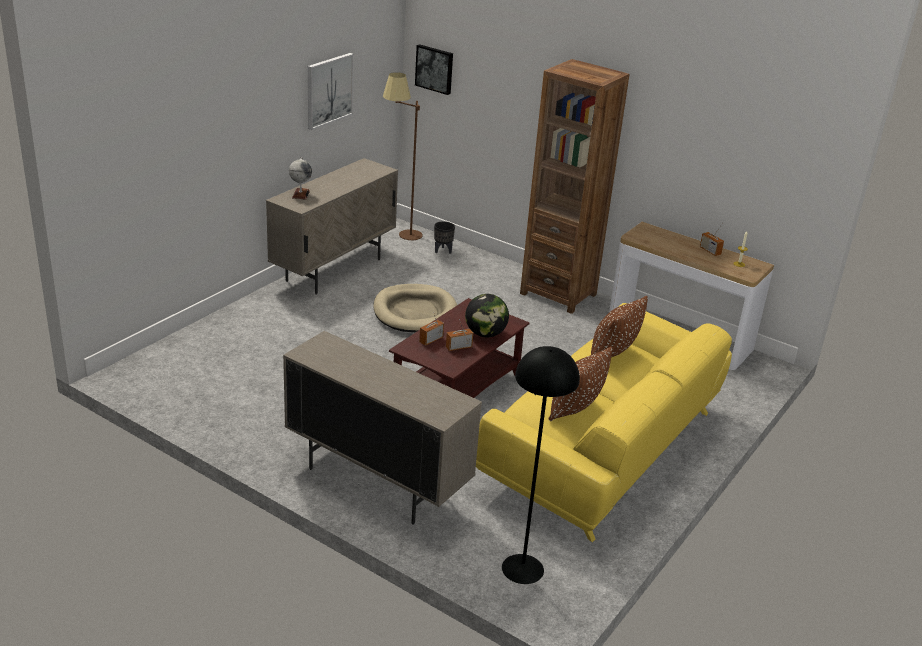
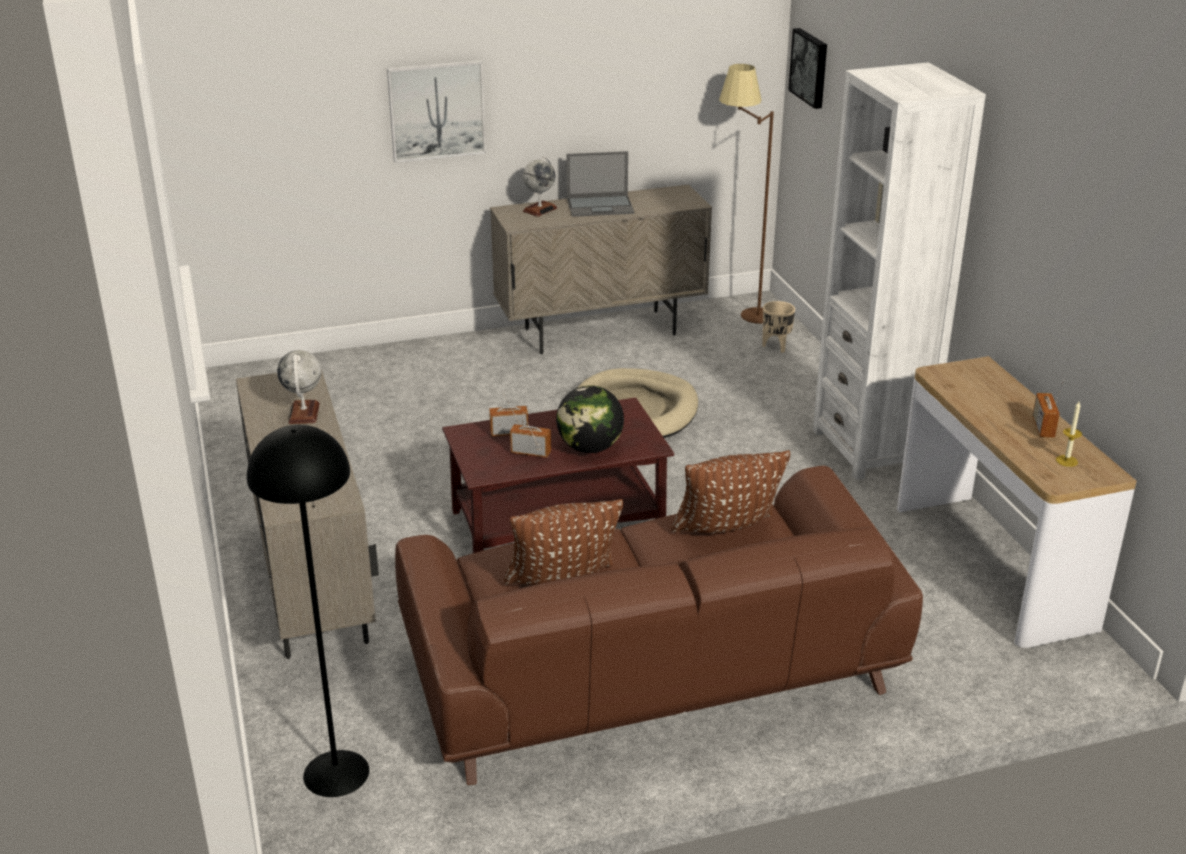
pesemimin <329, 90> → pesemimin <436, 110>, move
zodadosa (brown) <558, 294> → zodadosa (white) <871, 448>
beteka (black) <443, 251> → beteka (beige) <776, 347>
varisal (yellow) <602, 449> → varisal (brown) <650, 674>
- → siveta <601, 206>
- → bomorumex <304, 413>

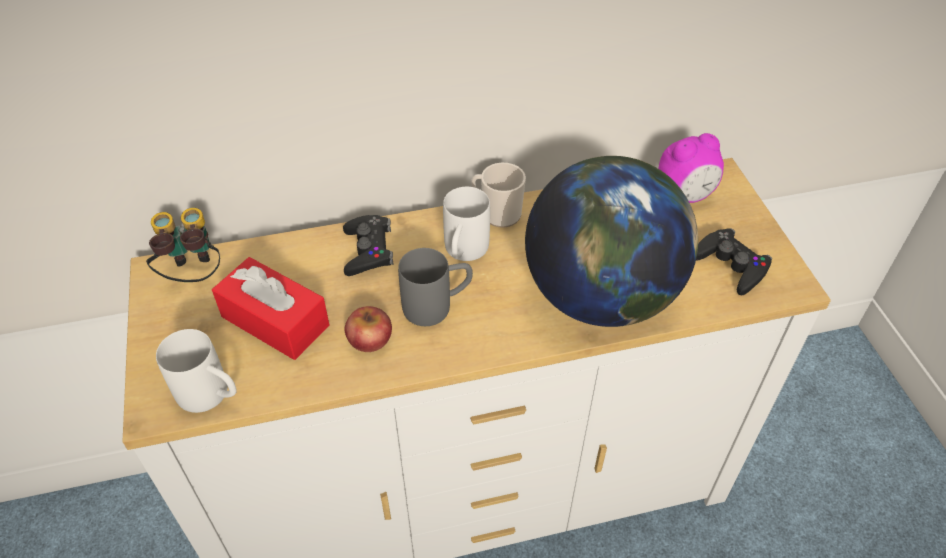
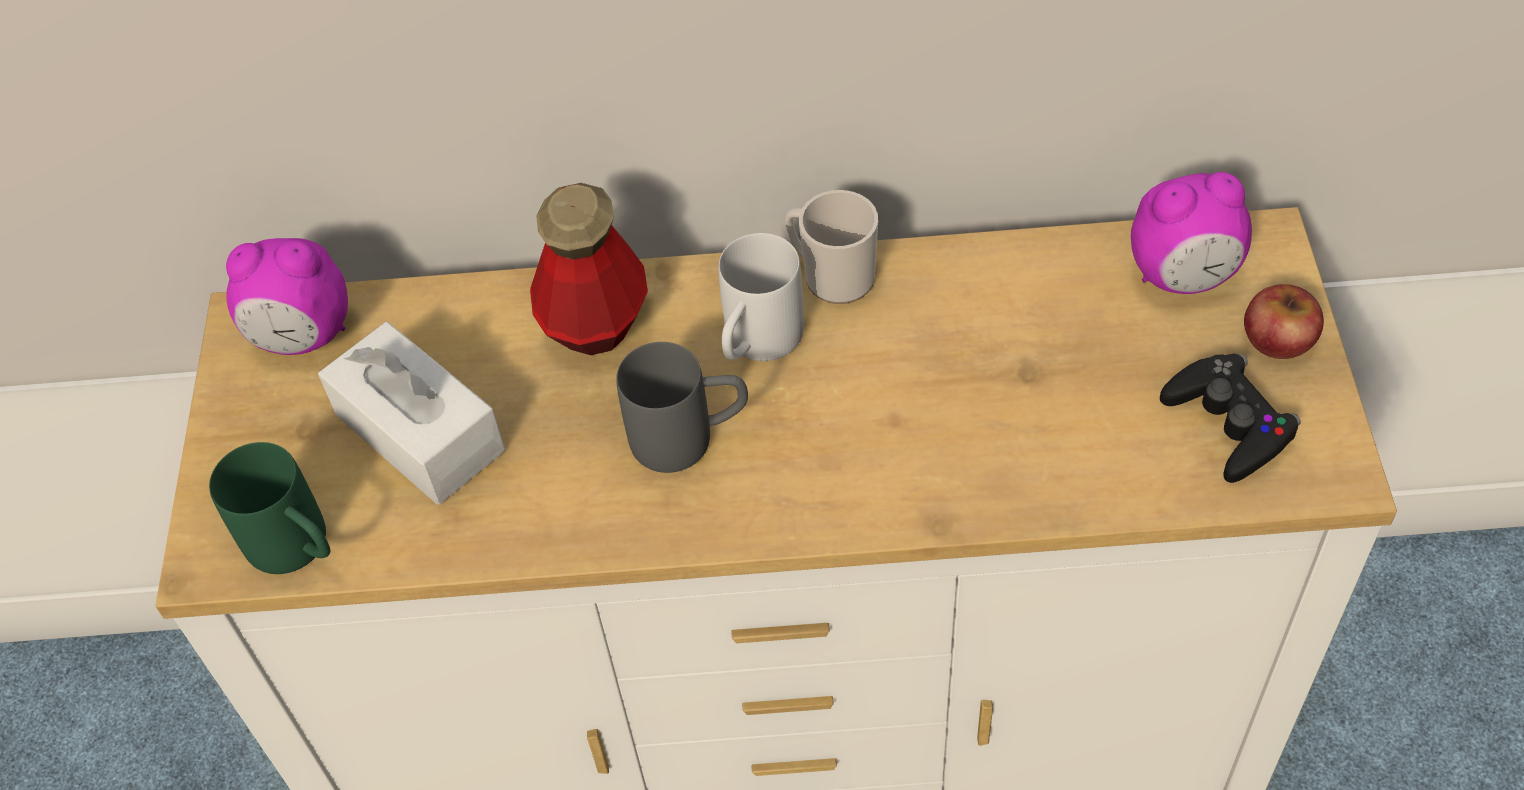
bomorumex <601, 295> → -
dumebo <193, 275> → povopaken <303, 336>
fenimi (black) <368, 250> → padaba <595, 322>
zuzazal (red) <275, 321> → zuzazal (white) <420, 433>
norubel <370, 339> → norubel <1278, 338>, move
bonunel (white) <212, 396> → bonunel (green) <299, 550>

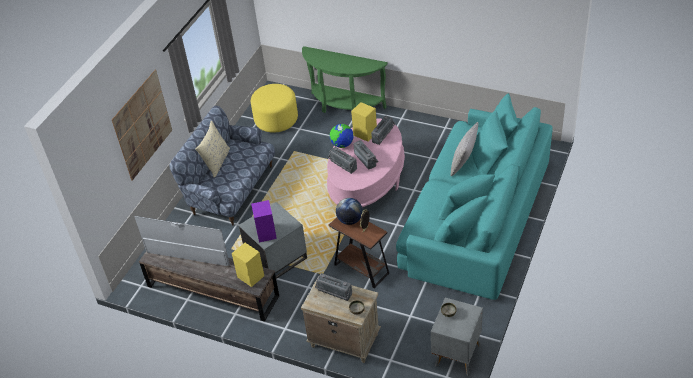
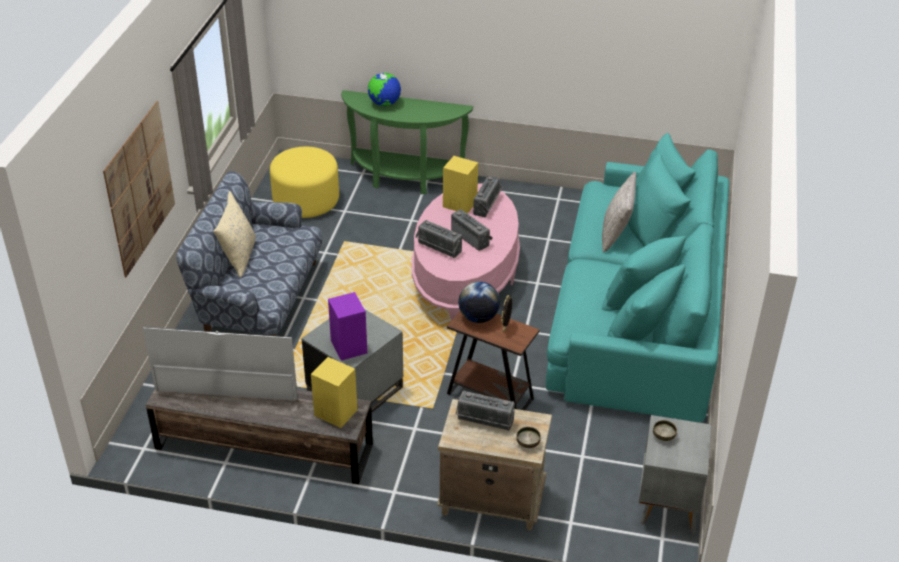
bomorumex <342, 144> → bomorumex <384, 104>, move

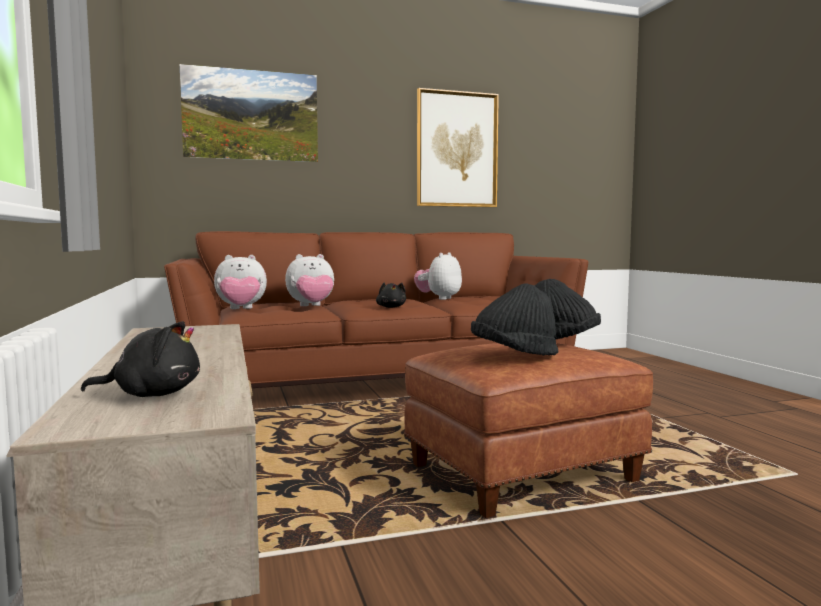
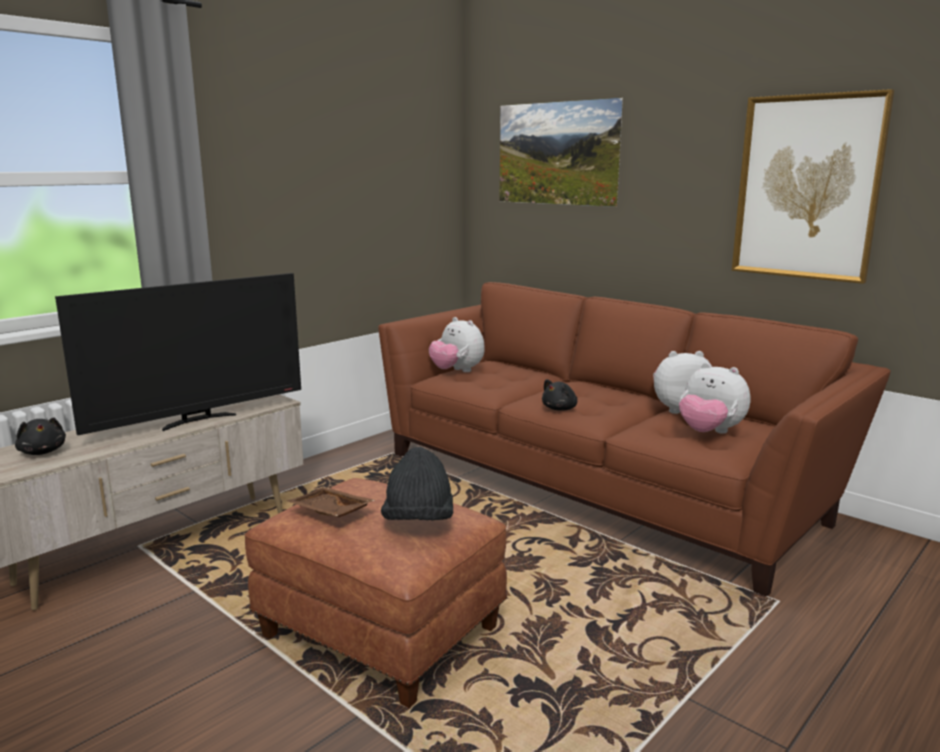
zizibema <311, 306> → zizibema <709, 432>, move
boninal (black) <514, 355> → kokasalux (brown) <329, 512>
- → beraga <198, 420>

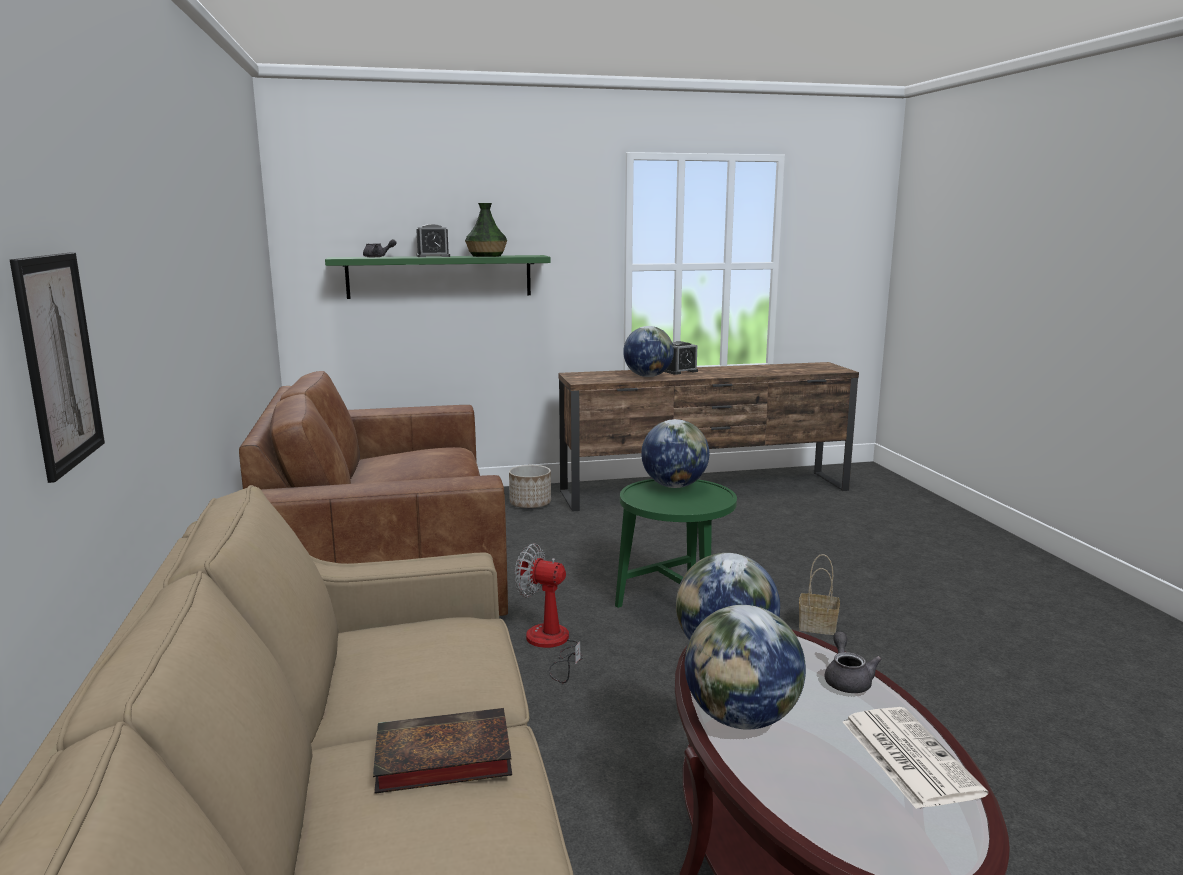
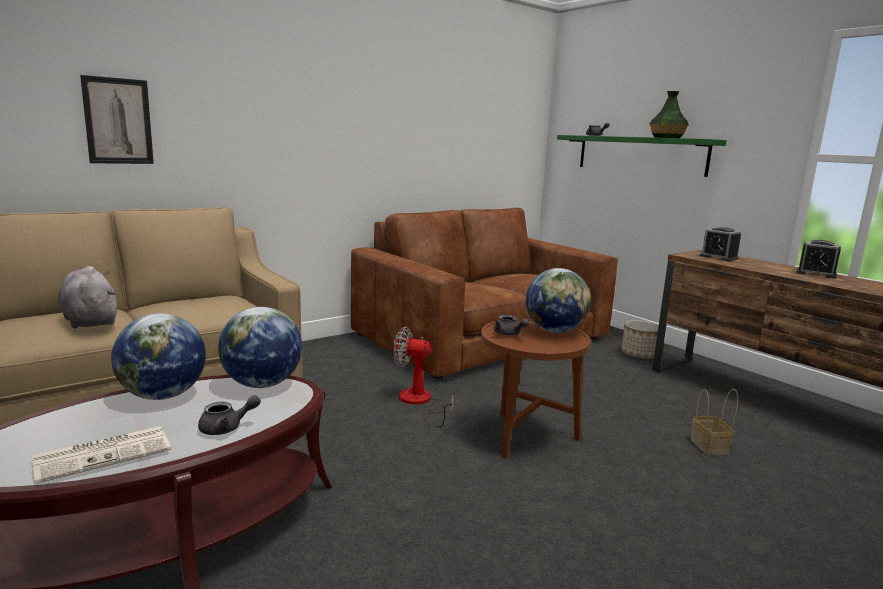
povopaken <433, 256> → povopaken <718, 257>, move
bomorumex <648, 376> → -
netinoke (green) <674, 607> → netinoke (brown) <526, 438>
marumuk <551, 645> → marumuk <419, 402>, 75 degrees counterclockwise
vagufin <819, 626> → vagufin <710, 446>, move
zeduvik <439, 759> → zizibema (grey) <90, 321>
- → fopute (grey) <509, 334>

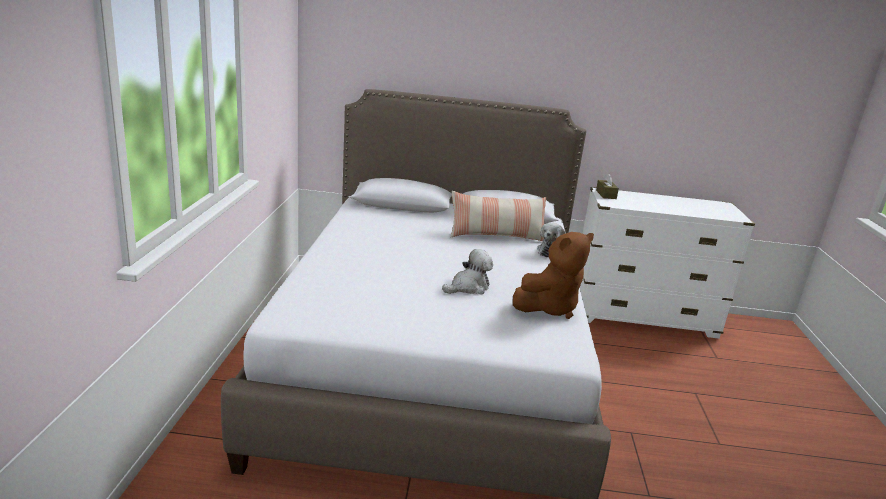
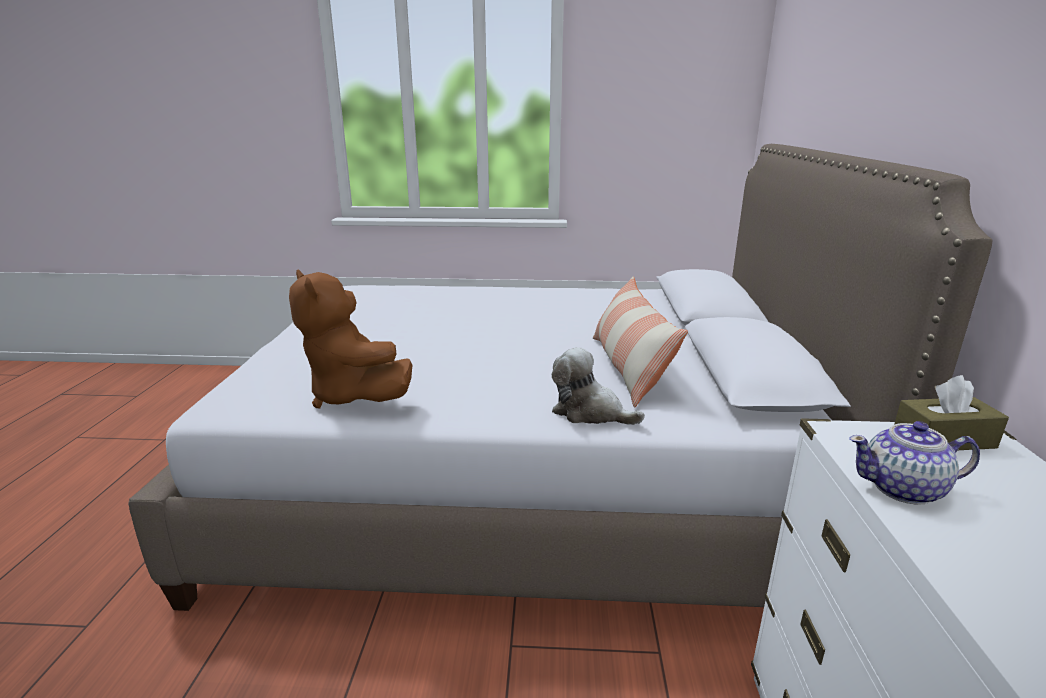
zizibema <468, 287> → -
- → fopute <904, 489>

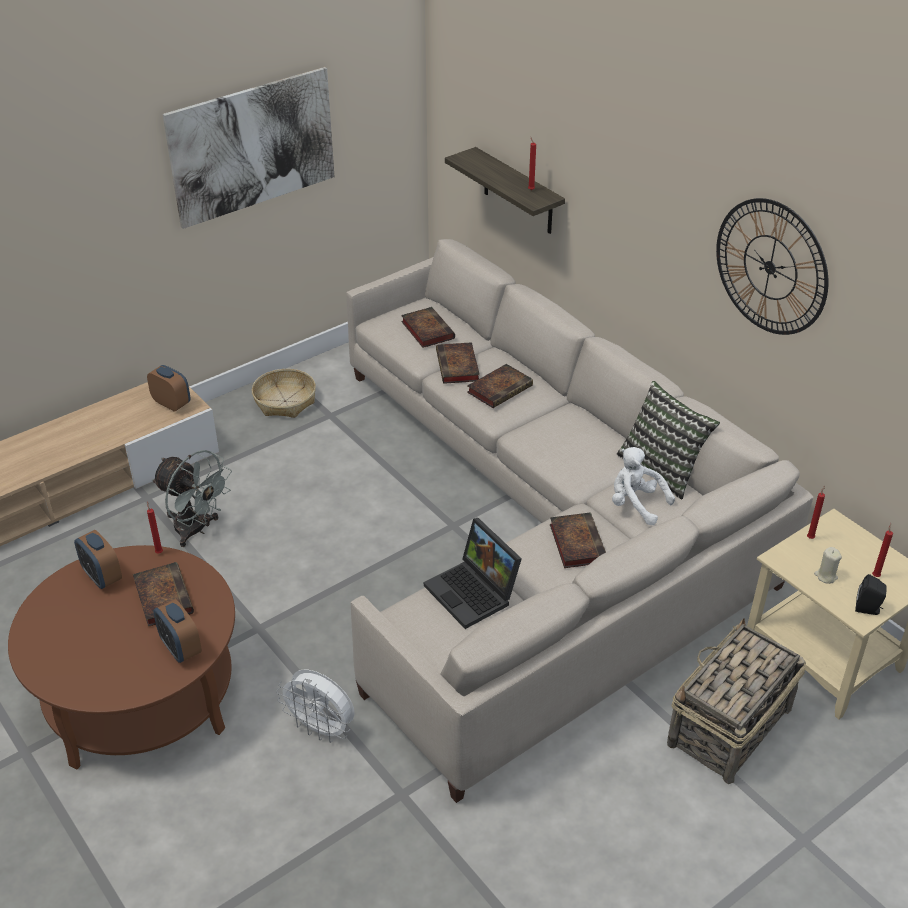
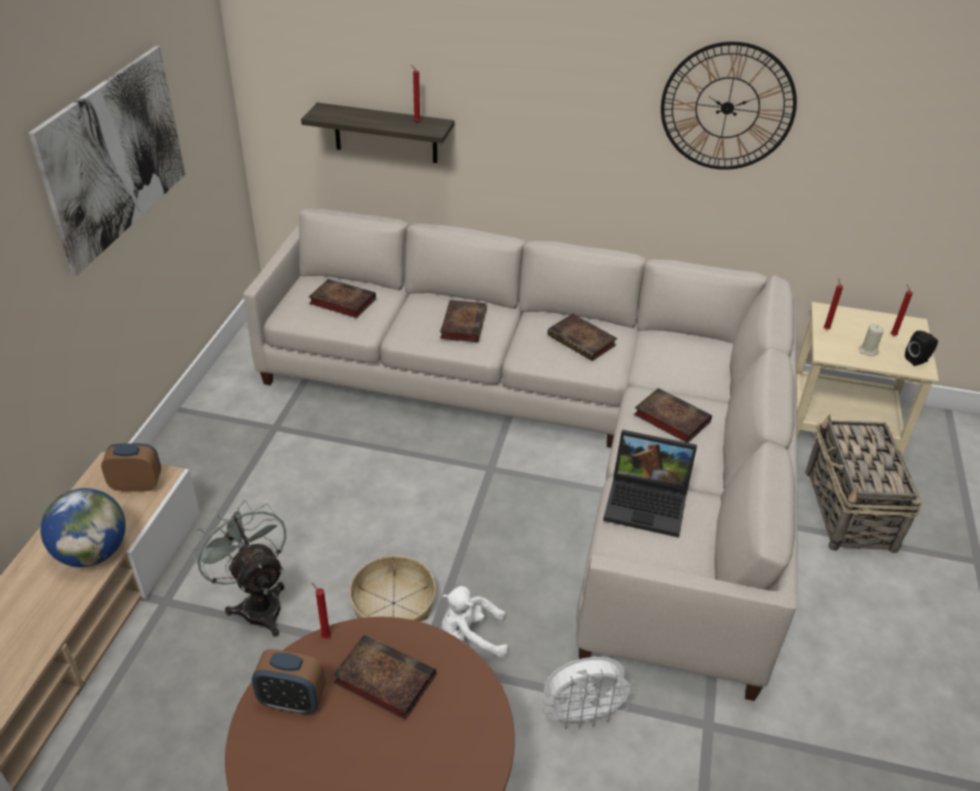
zeduvik <458, 367> → zeduvik <583, 341>, move
vagufin <285, 401> → vagufin <393, 603>, move
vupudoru <663, 468> → -
zizibema (white) <636, 504> → zizibema (white) <470, 639>, move
marumuk (grey) <196, 530> → marumuk (grey) <257, 603>, 120 degrees counterclockwise
povopaken <181, 648> → -
- → bomorumex <93, 553>

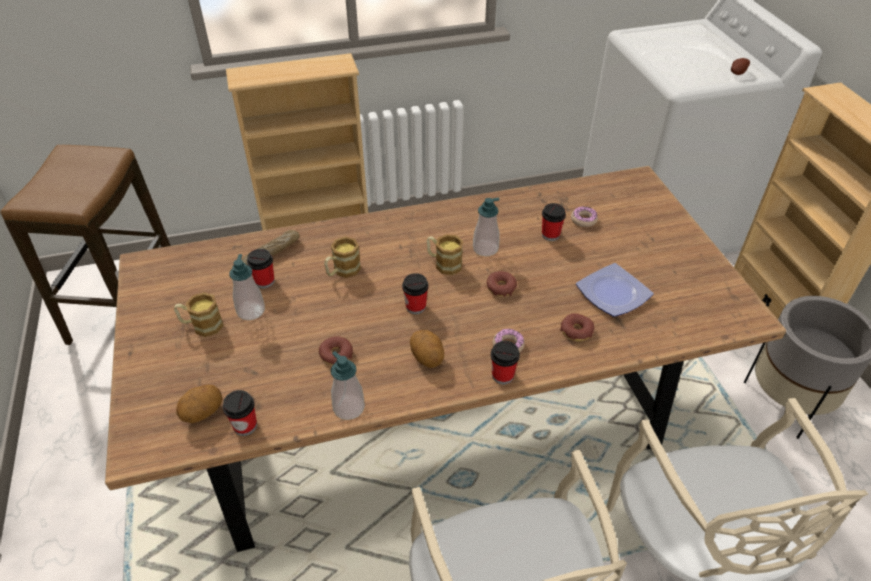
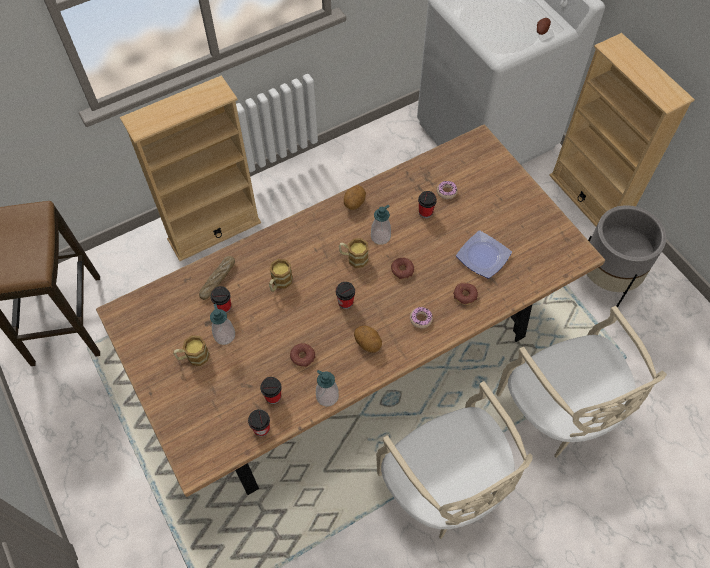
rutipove <502, 375> → rutipove <273, 396>, move
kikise <203, 413> → kikise <354, 203>, move

